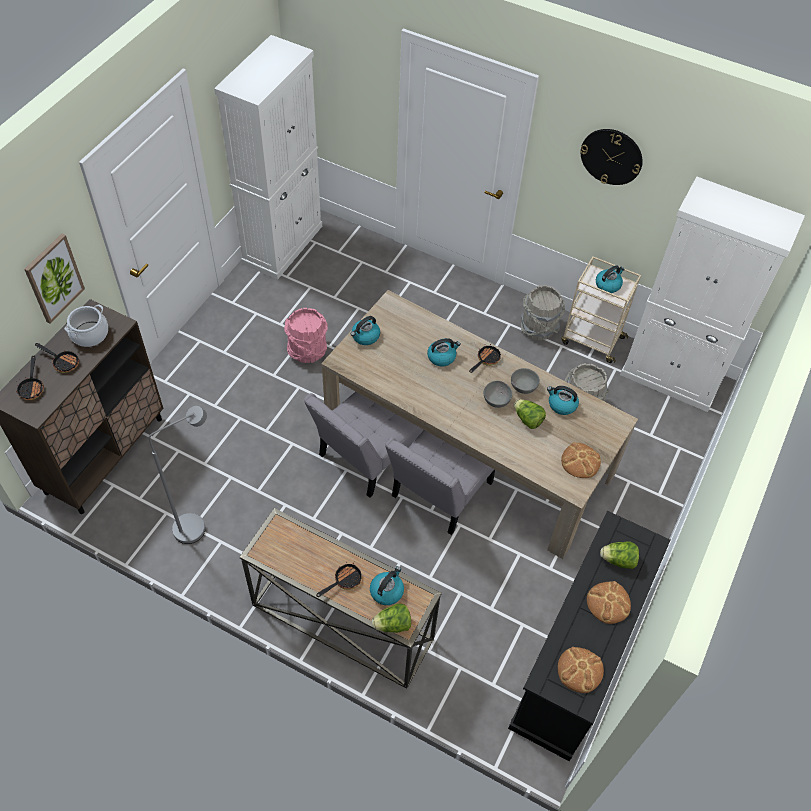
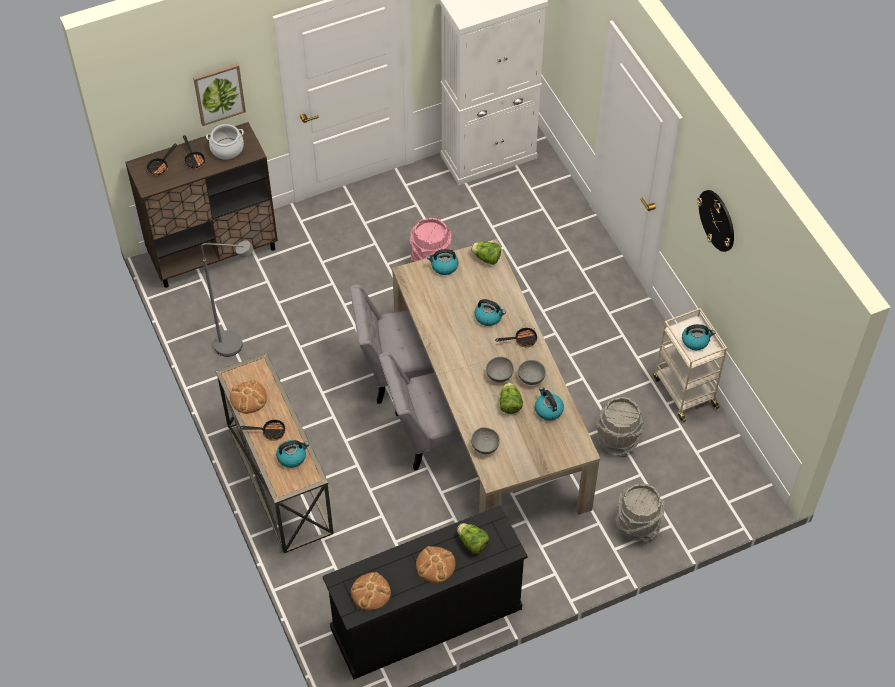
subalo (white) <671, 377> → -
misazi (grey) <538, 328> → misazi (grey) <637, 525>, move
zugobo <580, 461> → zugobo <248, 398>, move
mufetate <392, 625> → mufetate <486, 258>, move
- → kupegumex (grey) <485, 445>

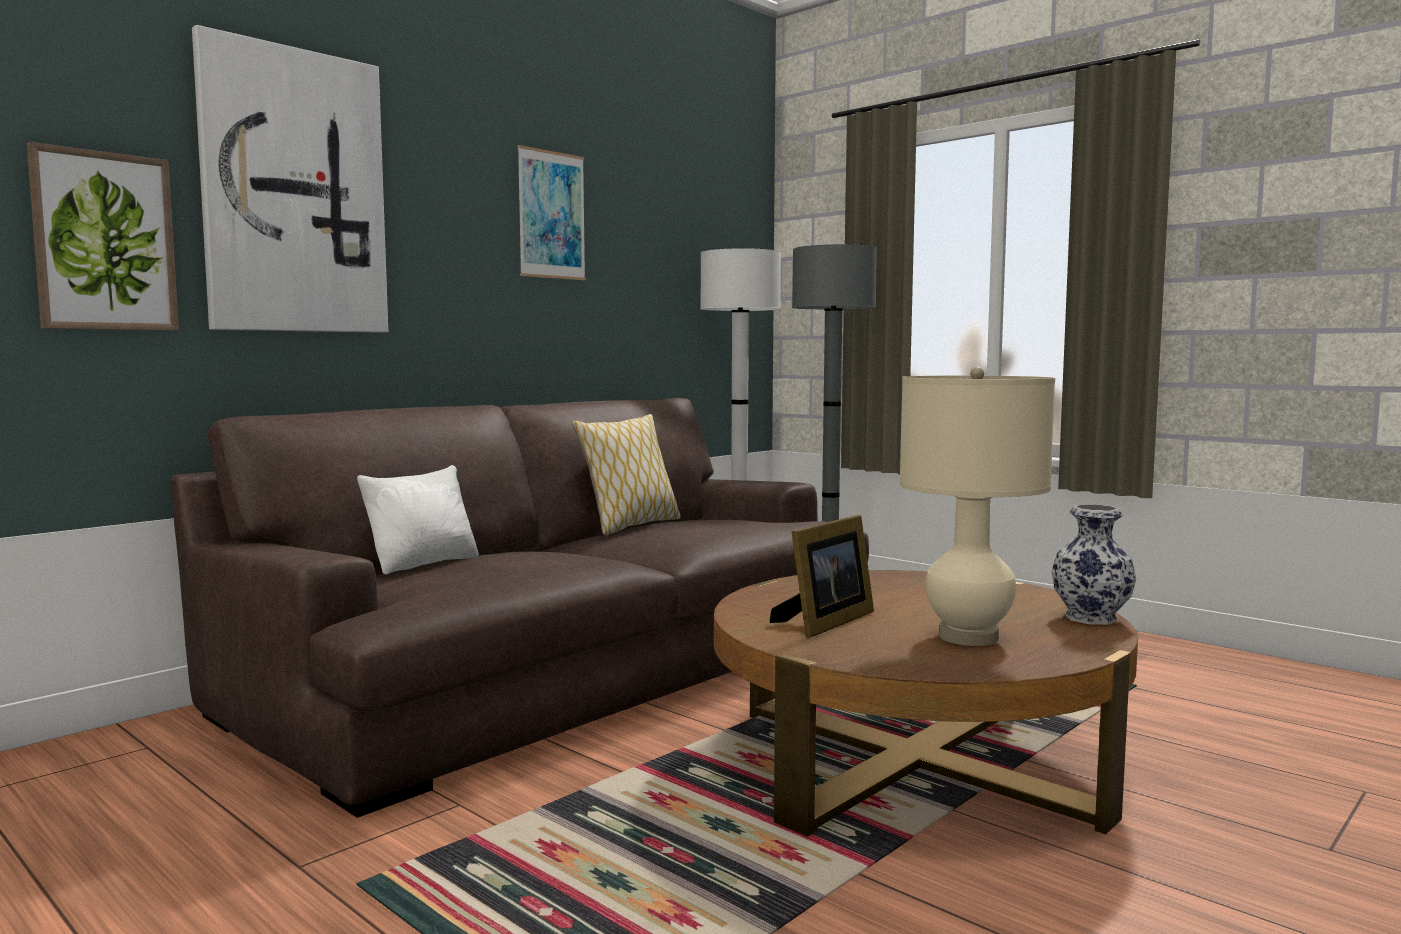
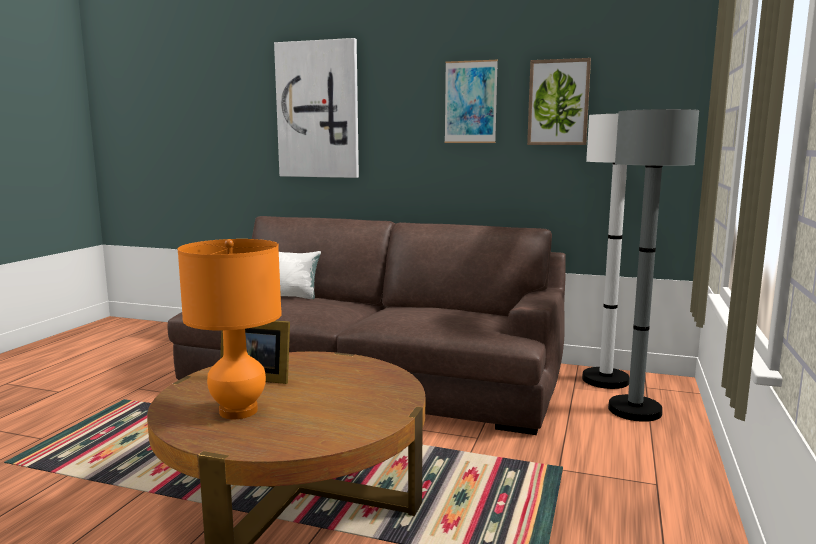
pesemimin <104, 242> → pesemimin <558, 102>, move
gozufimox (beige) <969, 637> → gozufimox (orange) <238, 411>
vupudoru <630, 526> → -
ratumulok <1092, 618> → -

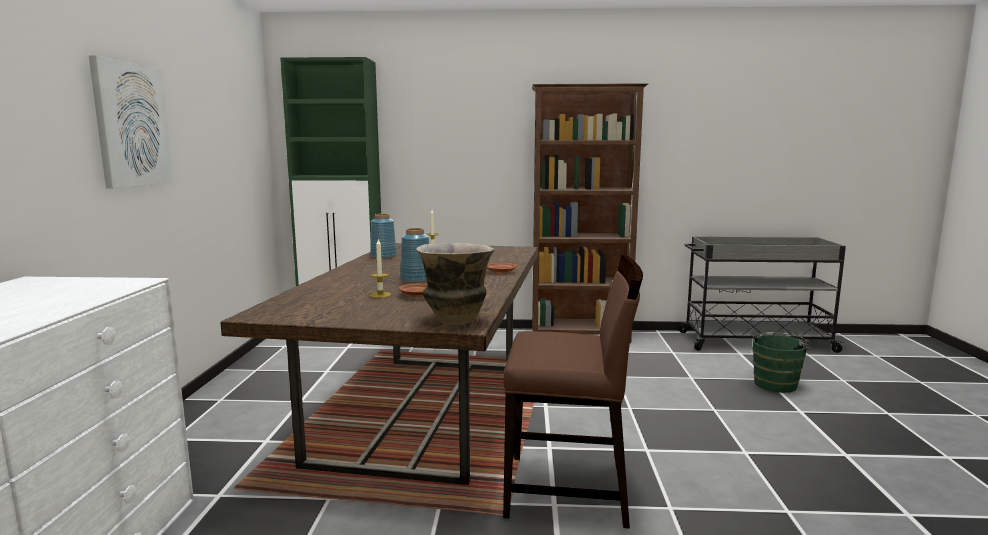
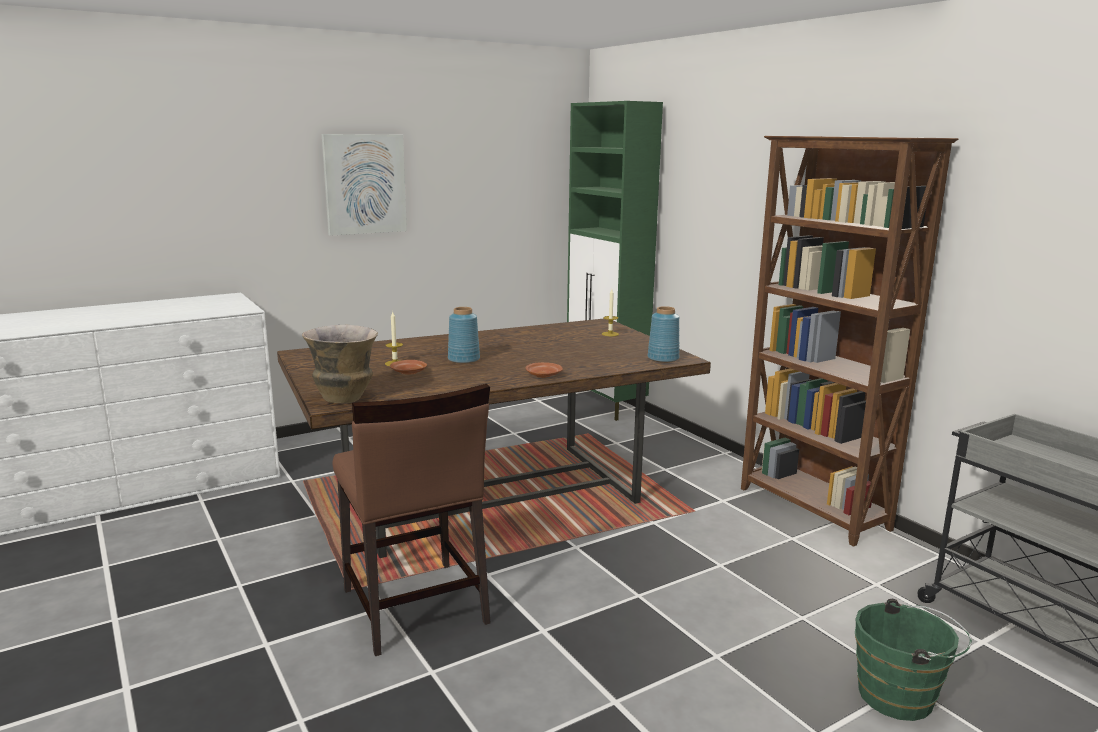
ratumulok (blue) <383, 256> → ratumulok (blue) <663, 358>, move

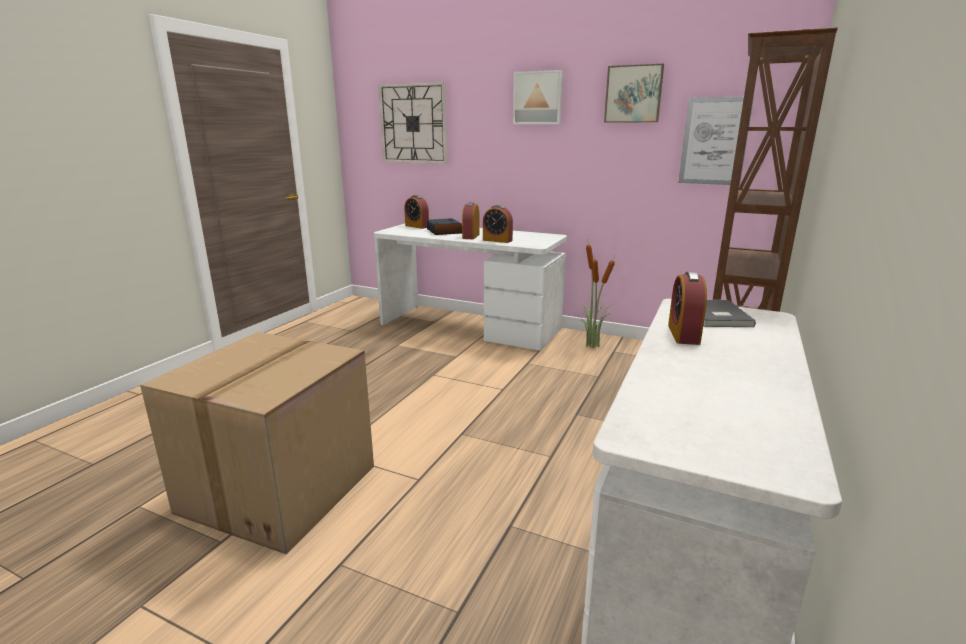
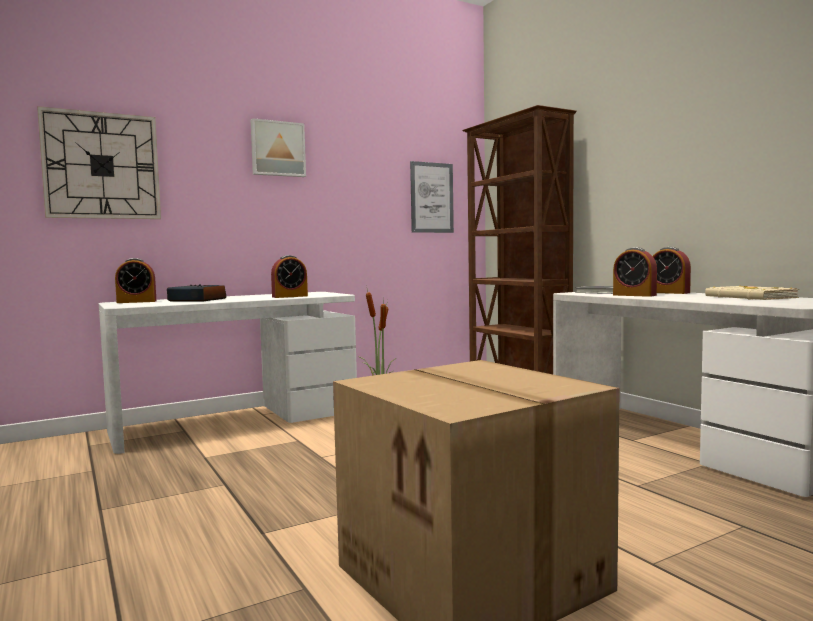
pesemimin <633, 94> → -
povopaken <471, 236> → povopaken <668, 292>, move
- → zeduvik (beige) <749, 297>

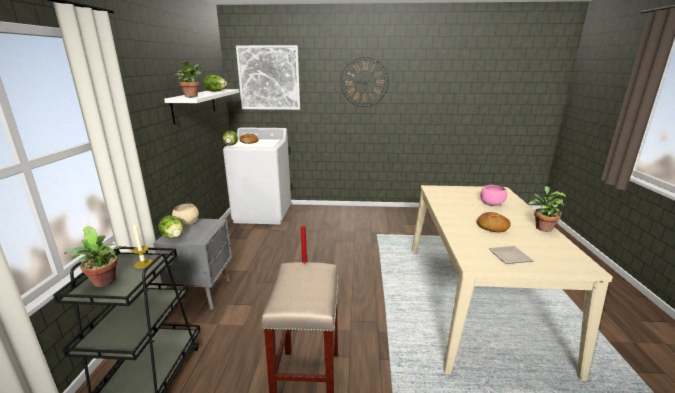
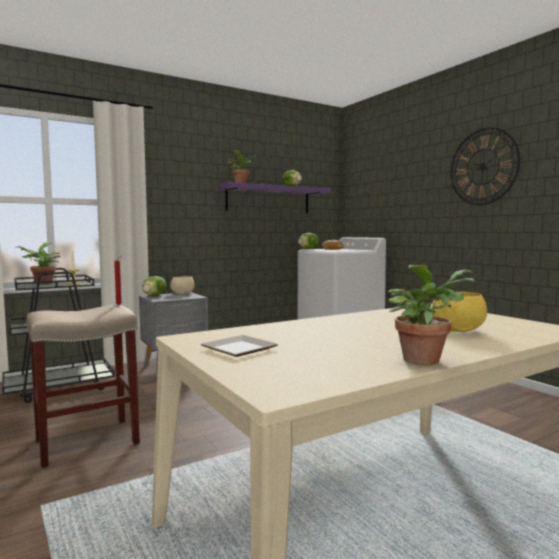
pesemimin <269, 78> → -
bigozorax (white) <195, 105> → bigozorax (purple) <268, 200>
kupegumex (pink) <491, 204> → kupegumex (yellow) <456, 330>
zugobo <492, 227> → -

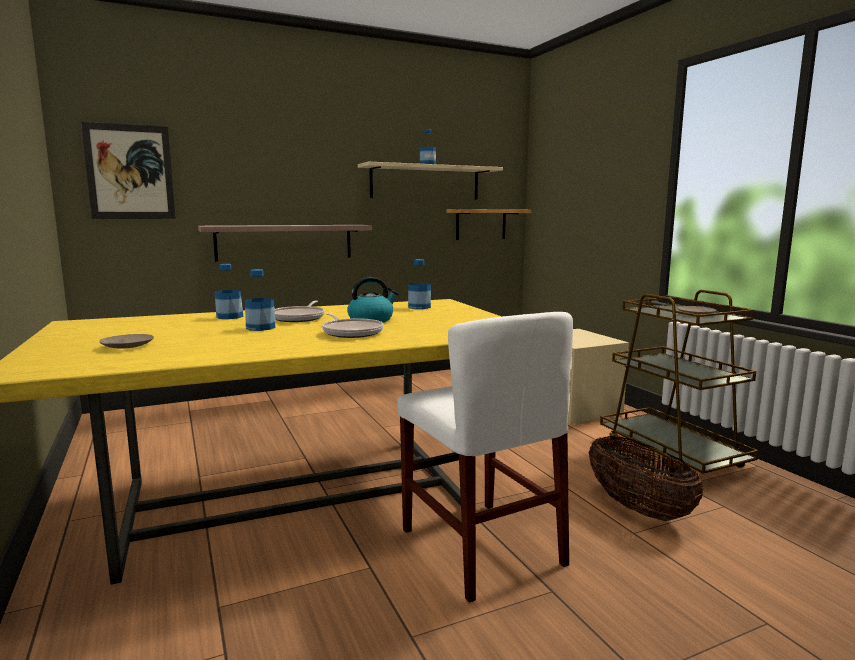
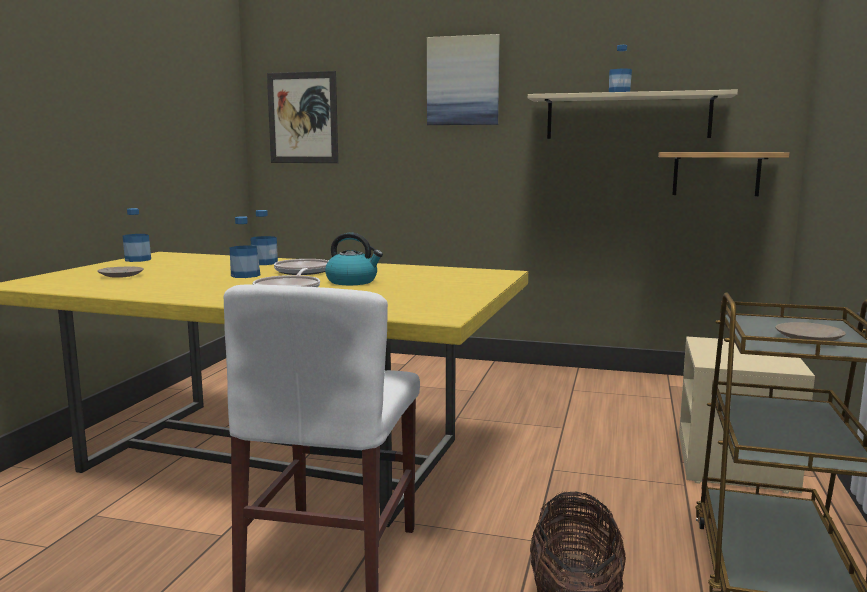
bigozorax <285, 242> → -
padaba <419, 307> → padaba <138, 260>, move
- → pesemimin <463, 81>

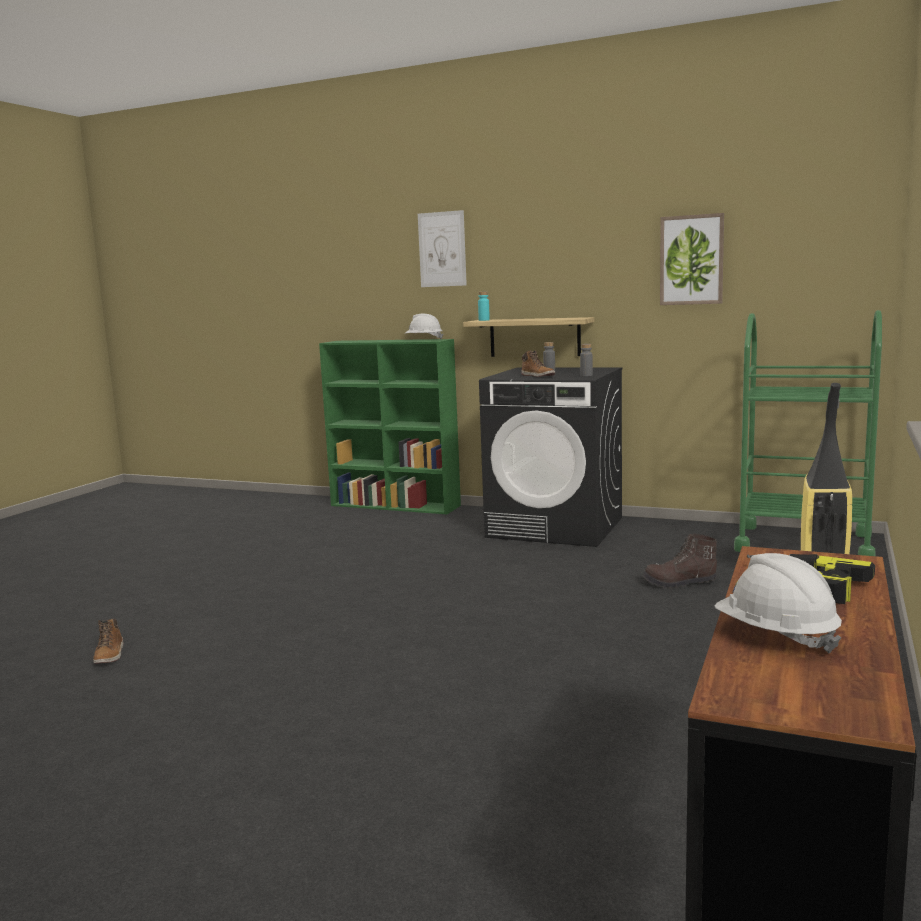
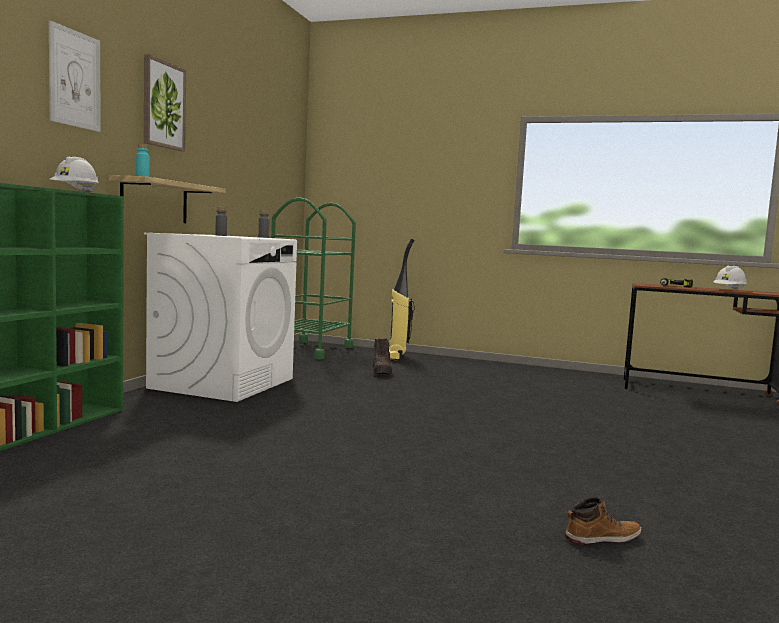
pesemimin <691, 260> → pesemimin <163, 105>, move
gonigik <538, 376> → -
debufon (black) <556, 527> → debufon (white) <223, 383>

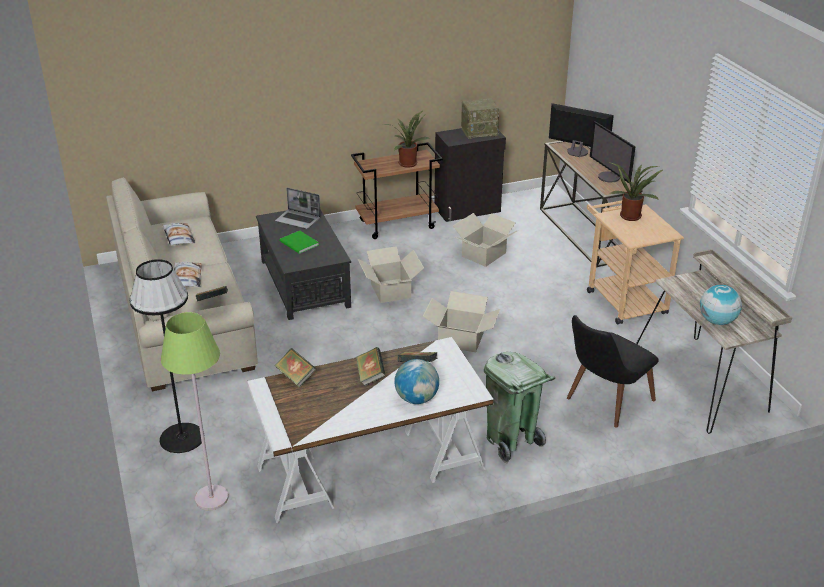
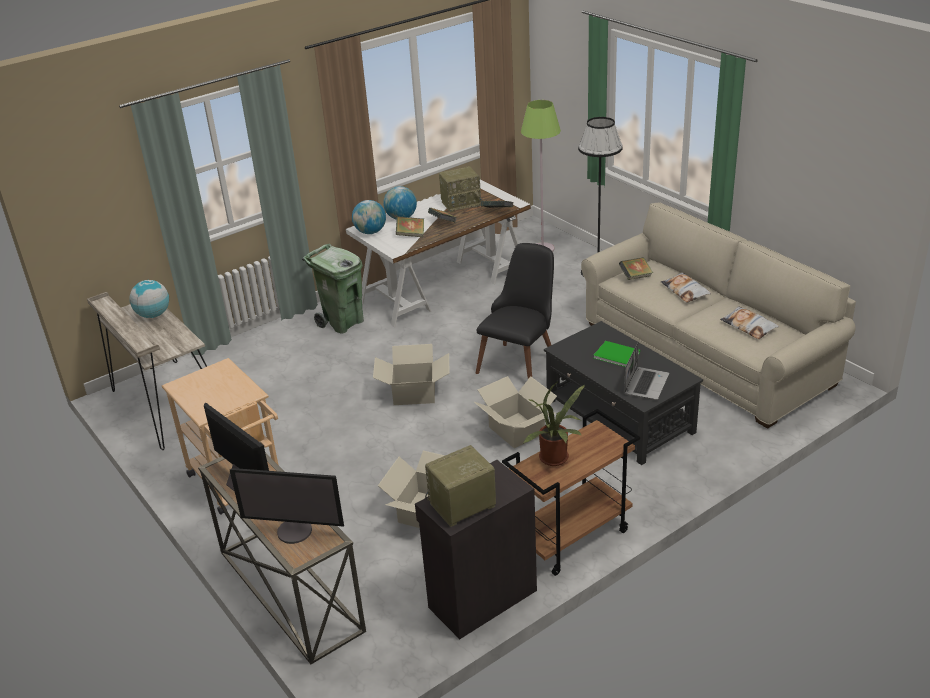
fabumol <631, 215> → -
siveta <298, 220> → siveta <646, 384>, 105 degrees clockwise
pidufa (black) <603, 404> → pidufa (black) <521, 359>, move
- → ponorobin <461, 203>
- → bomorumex <370, 232>

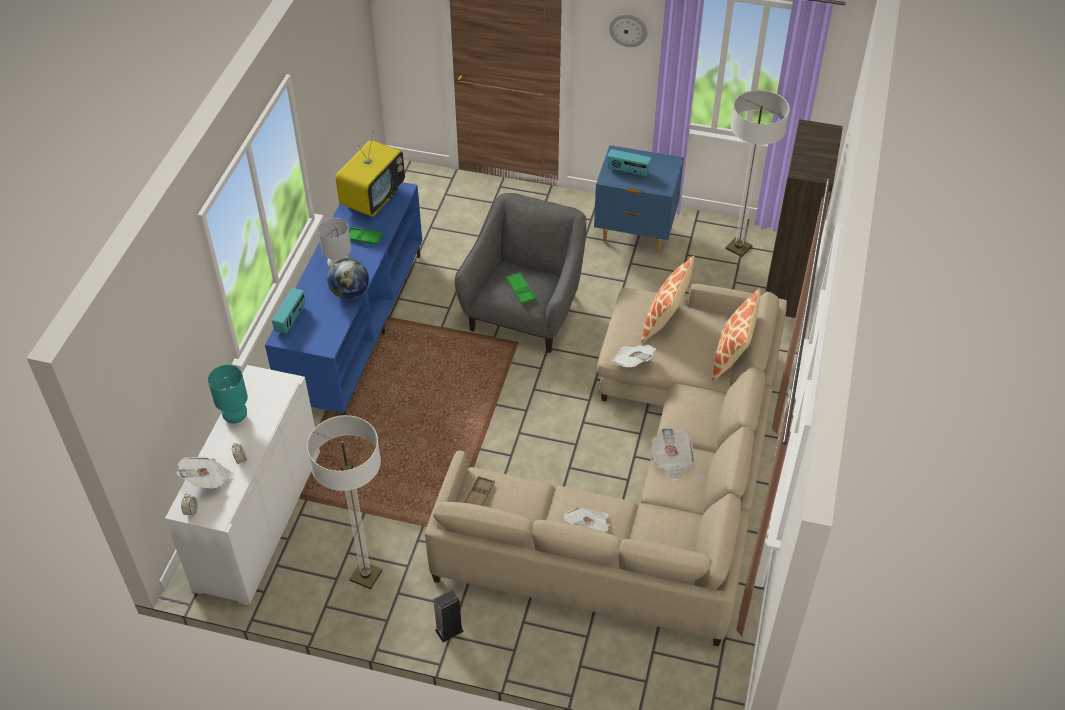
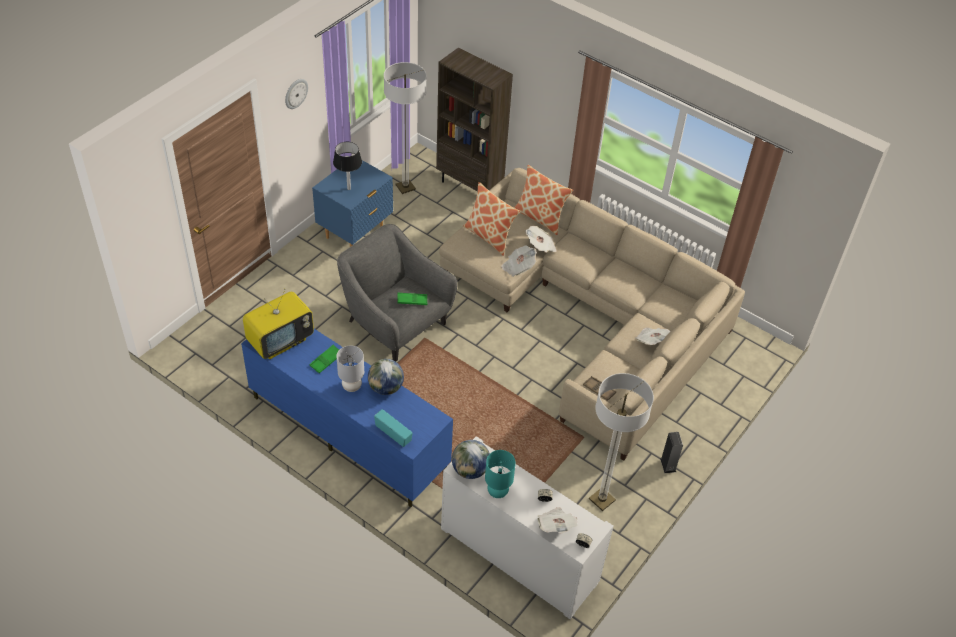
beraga <373, 198> → beraga <280, 341>, 90 degrees clockwise
ponorobin <628, 171> → gozufimox (black) <349, 188>
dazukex <672, 461> → dazukex <540, 246>, move
- → bomorumex <470, 470>

